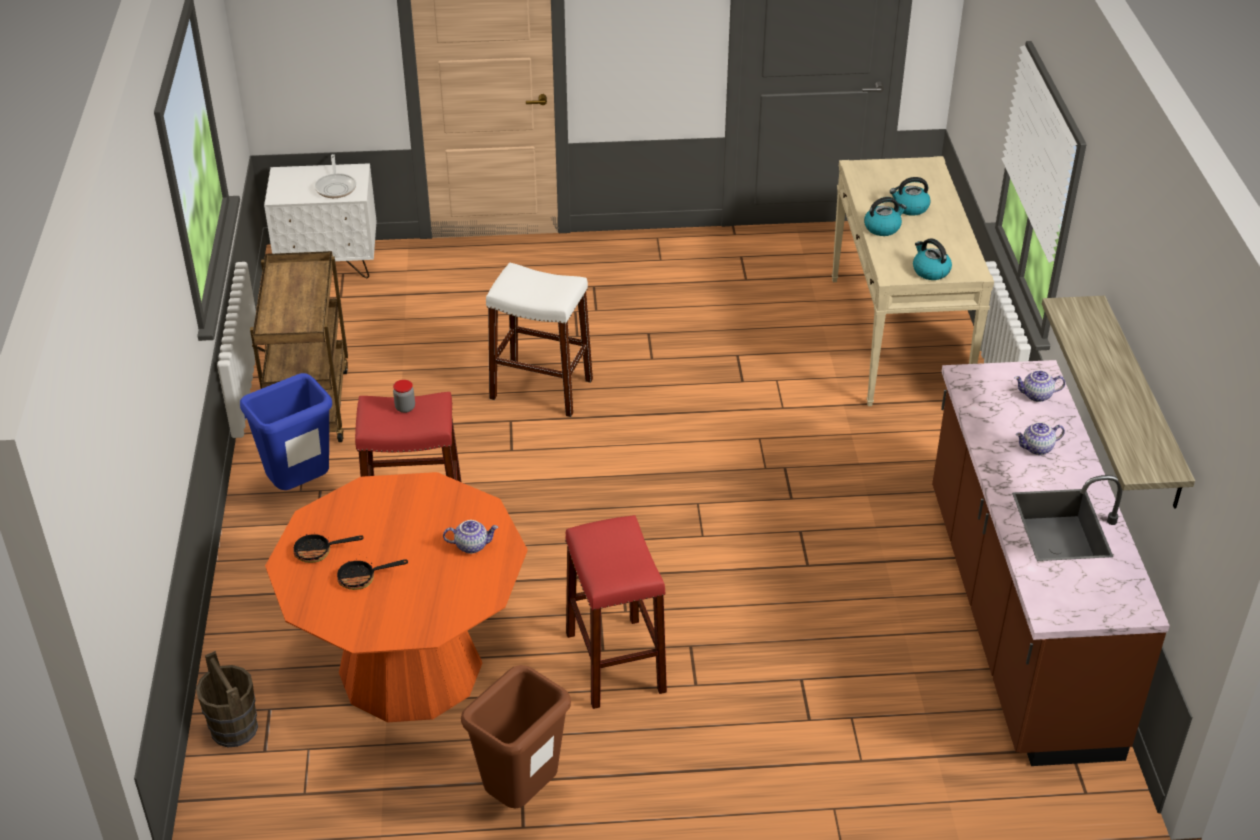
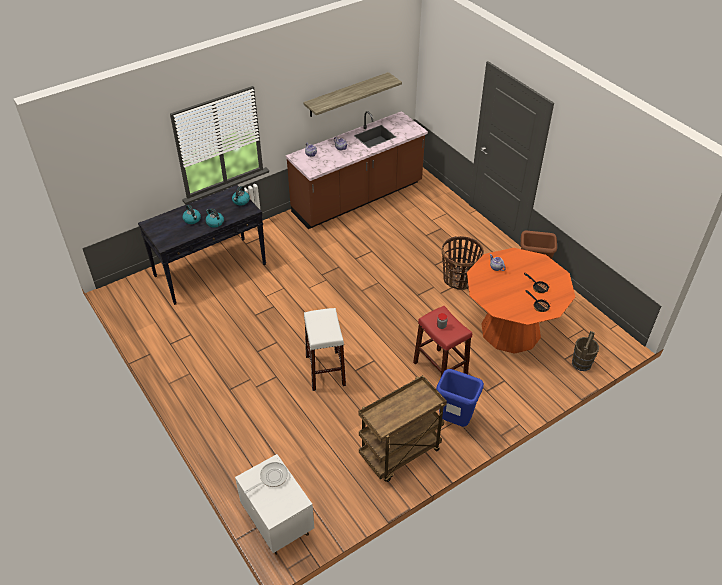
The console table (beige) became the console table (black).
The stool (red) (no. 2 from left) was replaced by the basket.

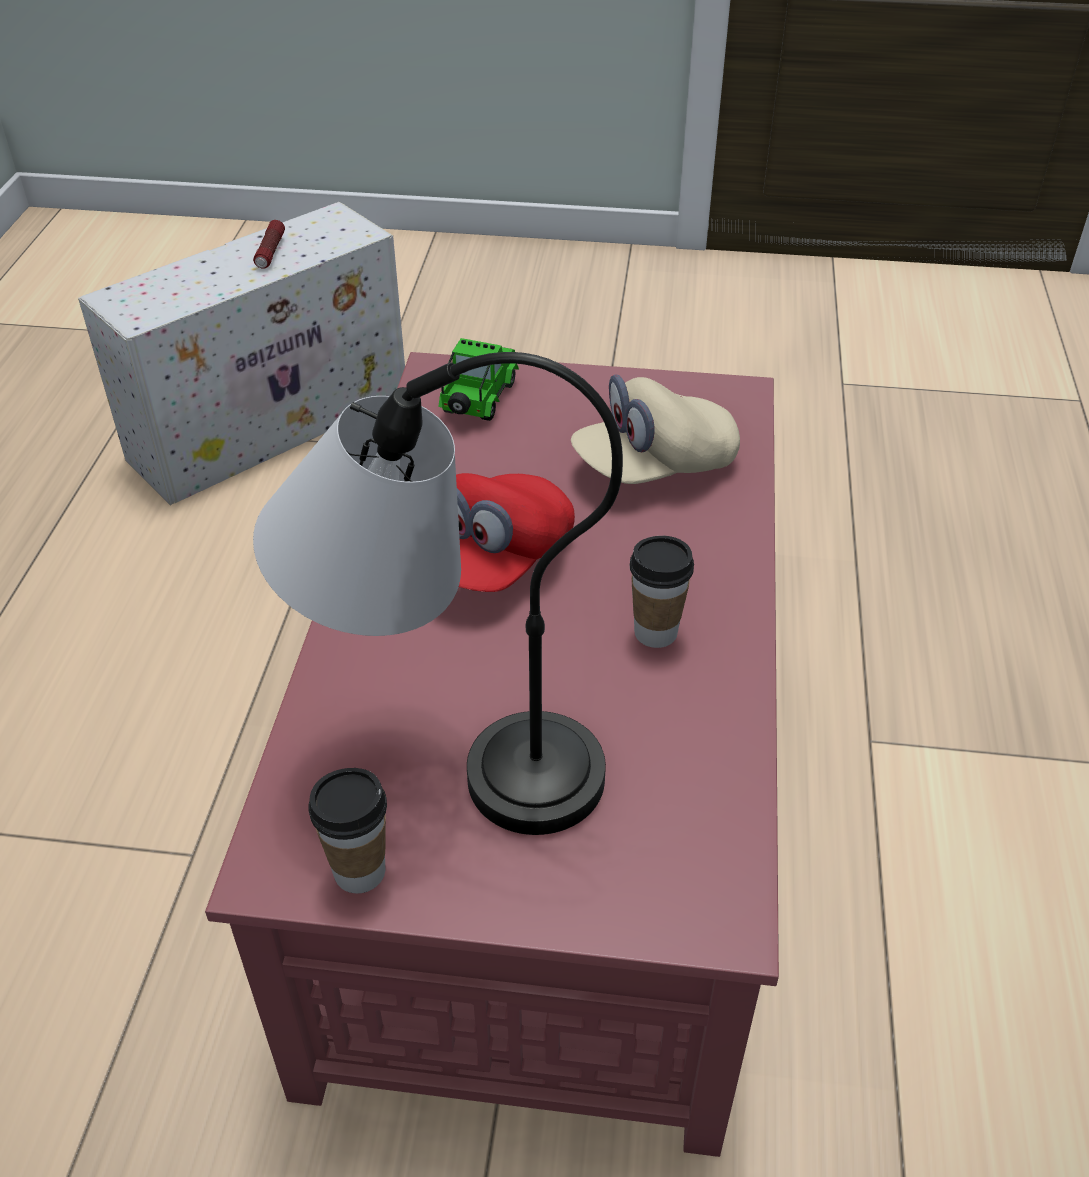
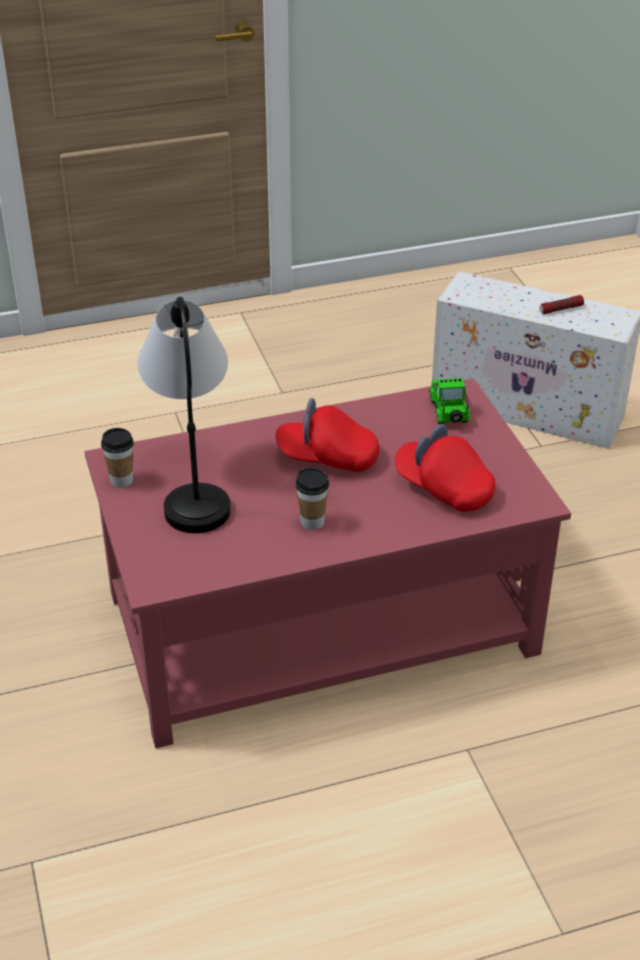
The cap (beige) became the cap (red) (no. 2 from left).
The toy car turned 90 degrees counterclockwise.

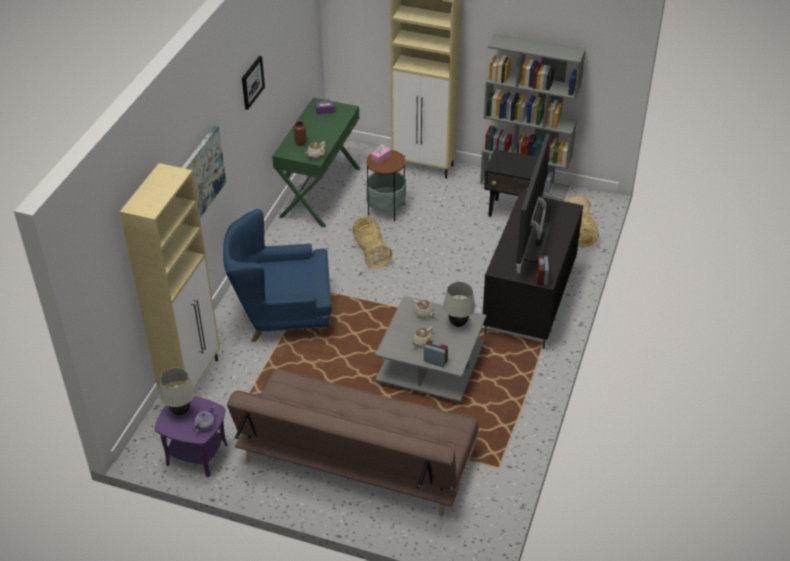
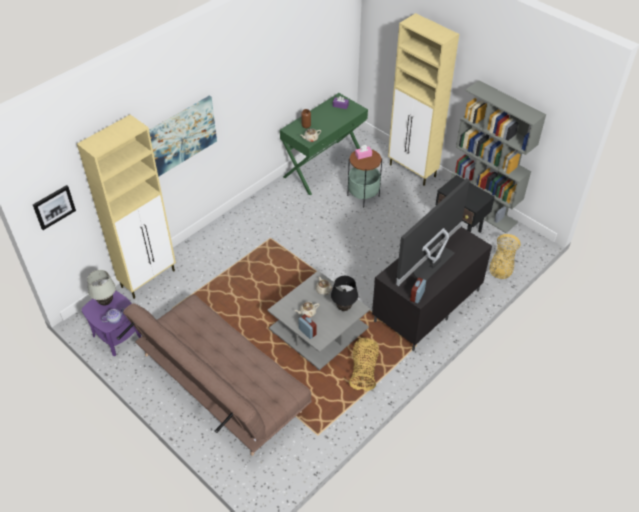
The picture (no. 2 from left in the first image) moved.
The table lamp (white) (no. 2 from left) became the table lamp (black).
The basket (no. 1 from left) moved.
The armchair (blue) disappeared.

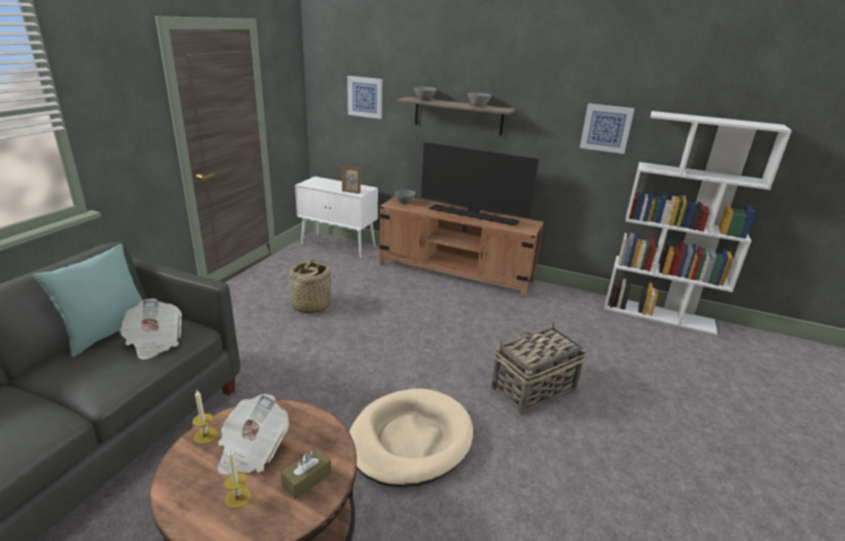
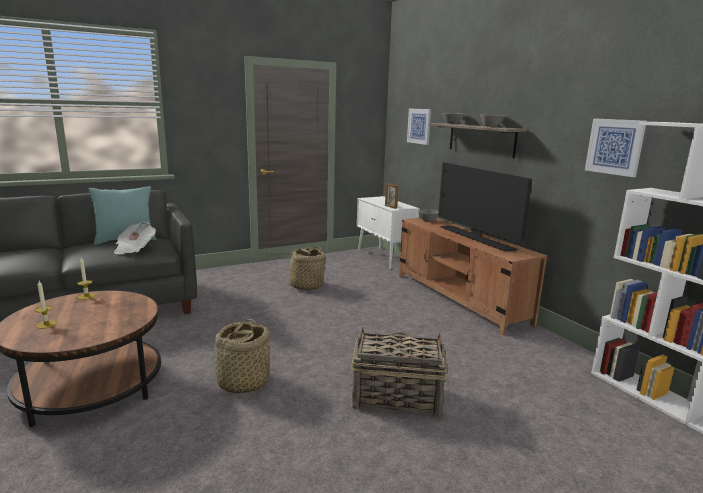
The dog bed (beige) was replaced by the basket (no. 1 from left).
The newspaper (no. 2 from left) disappeared.
The tissue box (brown) disappeared.

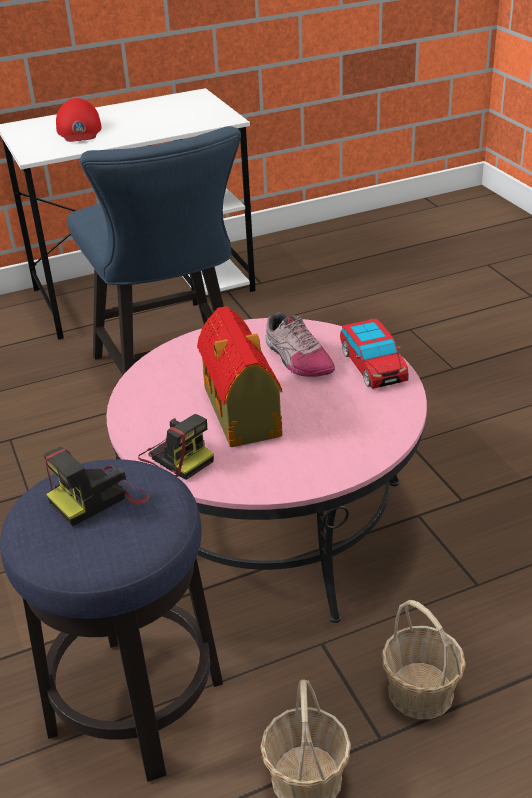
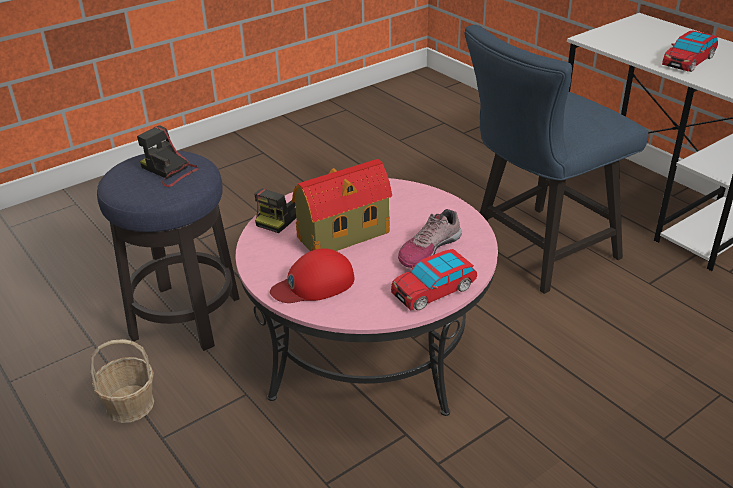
The cap (red) moved.
The toy car (no. 2 from left) appeared.
The basket (no. 2 from left) disappeared.

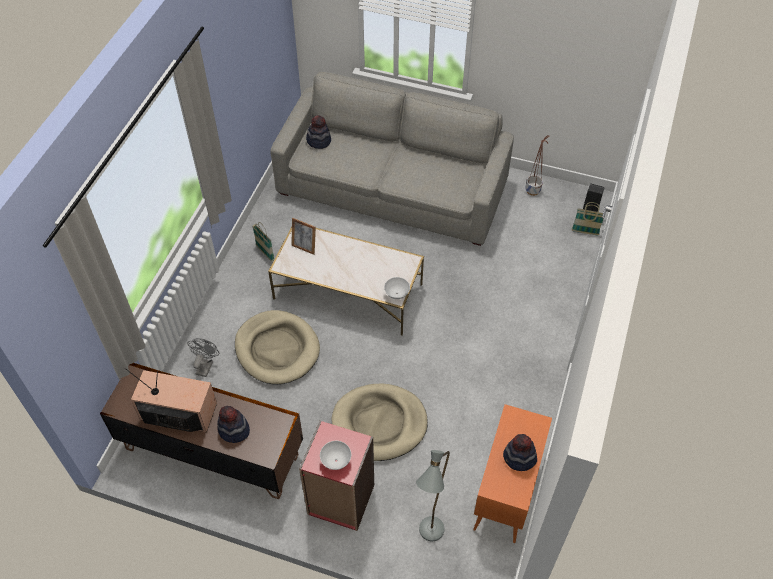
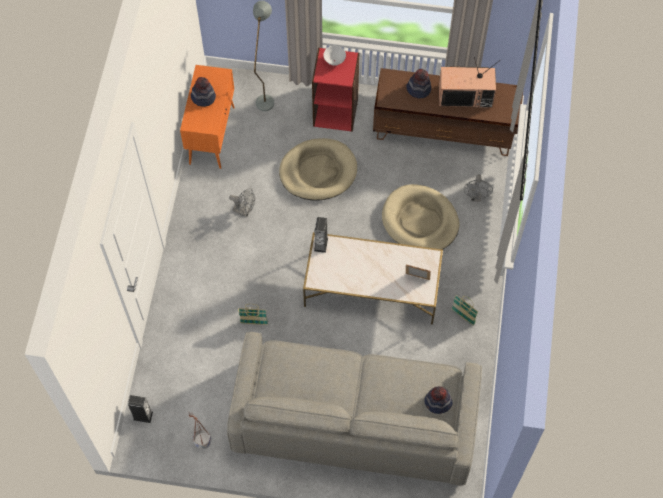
The fan (grey) (no. 1 from left) appeared.
The basket (no. 2 from left in the first image) moved.
The bowl (white) (no. 2 from left) was replaced by the speaker (no. 2 from left).

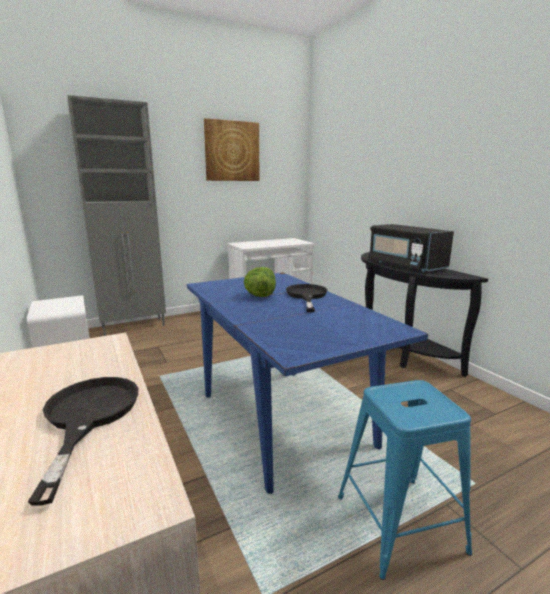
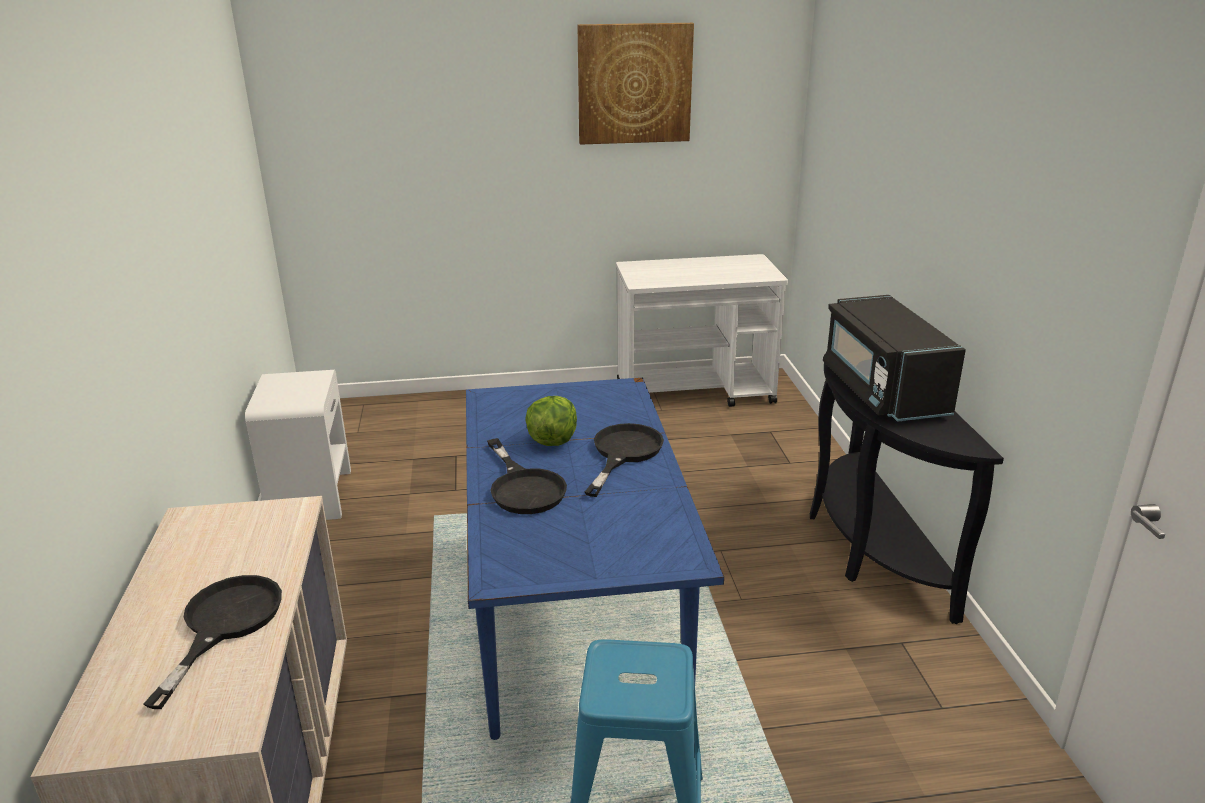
The frying pan (black) (no. 2 from left) appeared.
The cabinet (grey) disappeared.

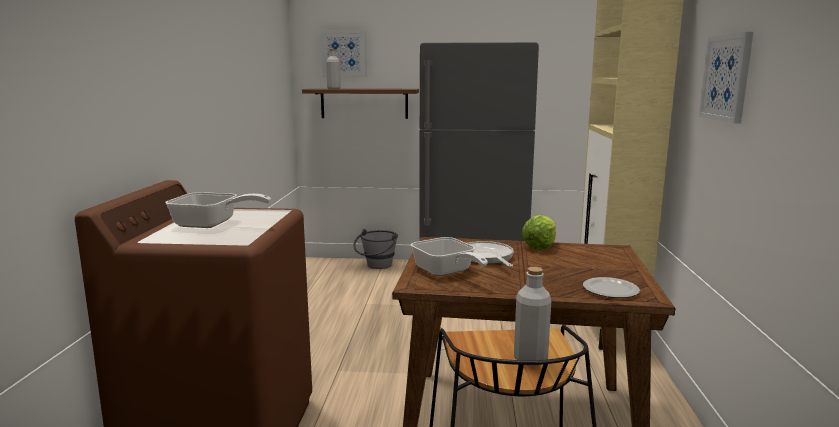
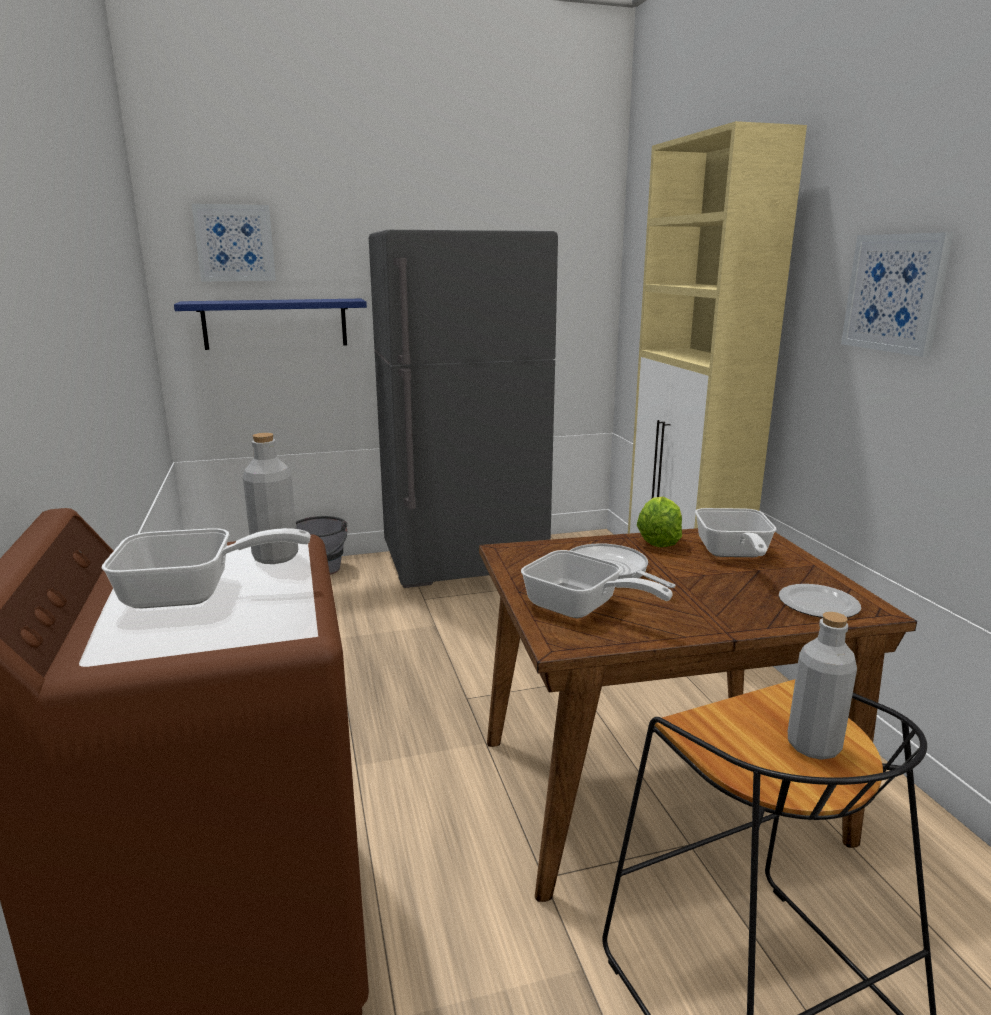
The shelf (brown) became the shelf (blue).
The bottle (grey) (no. 1 from left) moved.
The frying pan (no. 4 from left) appeared.

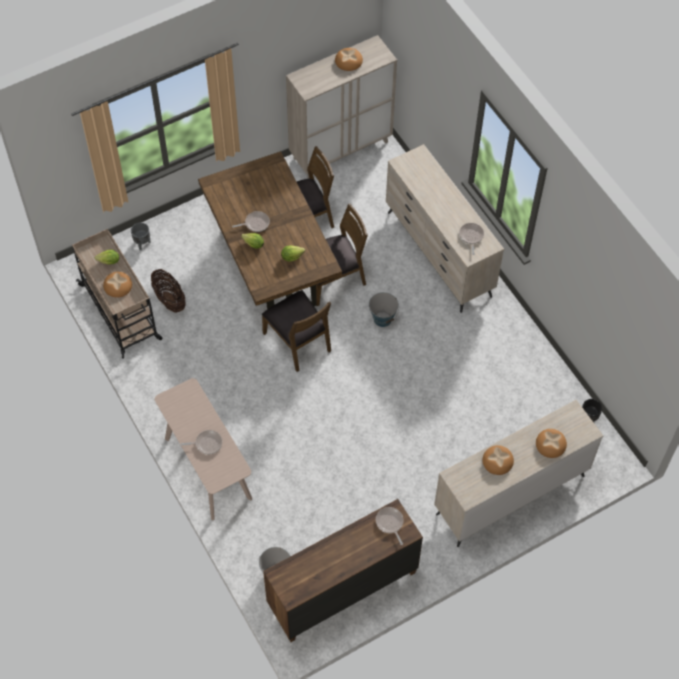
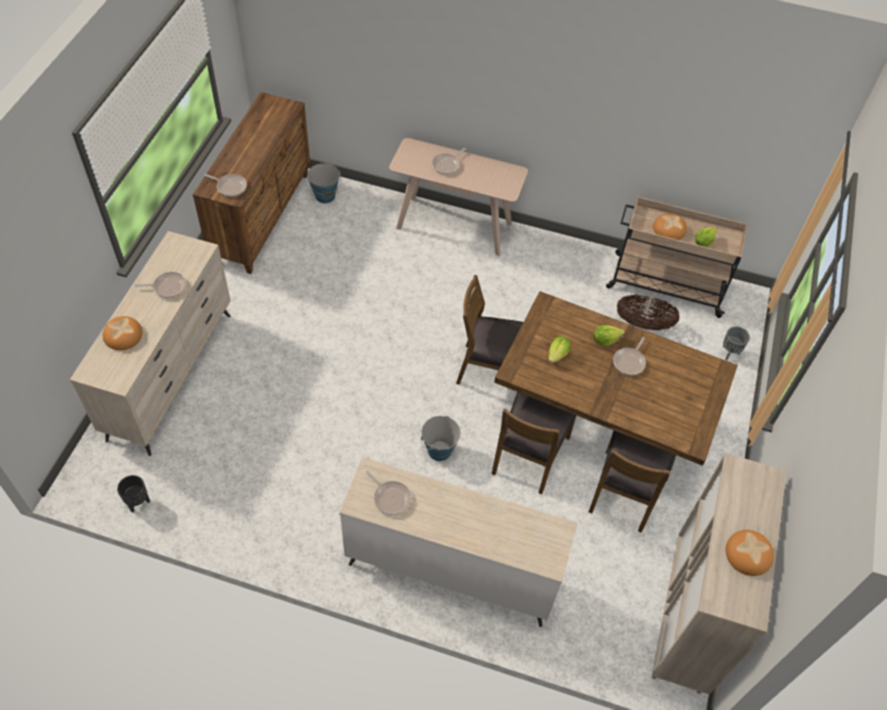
The bread (no. 3 from left) was replaced by the frying pan (no. 1 from left).

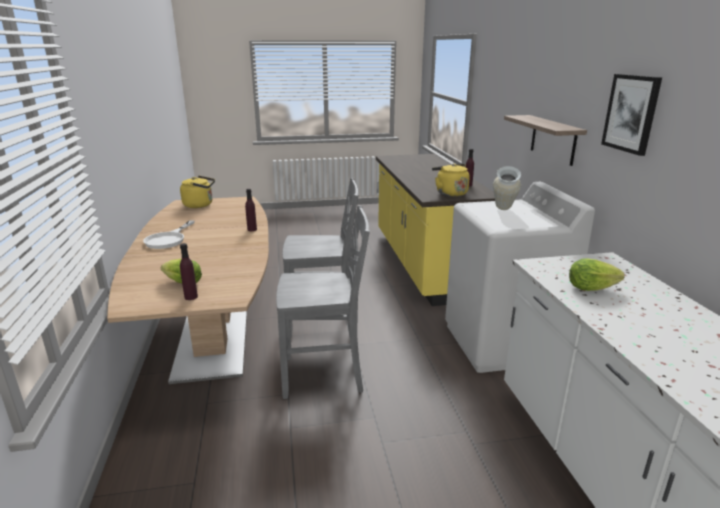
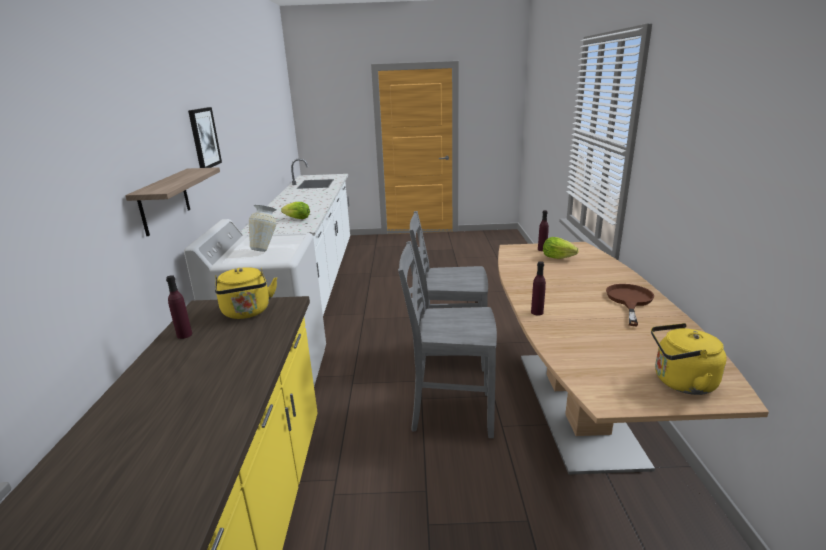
The frying pan (white) became the frying pan (brown).

